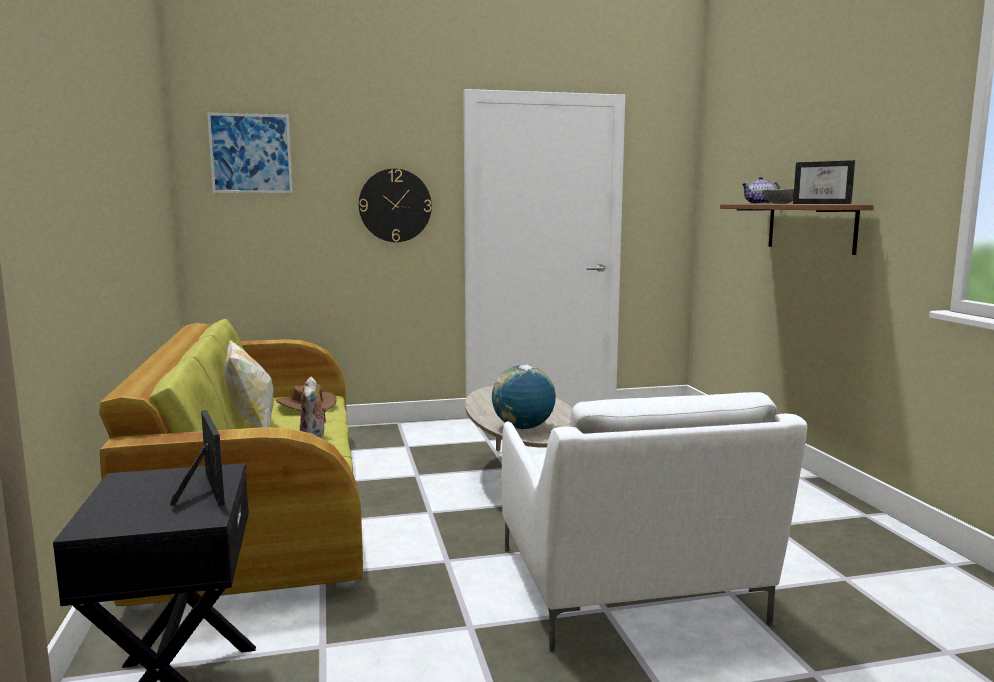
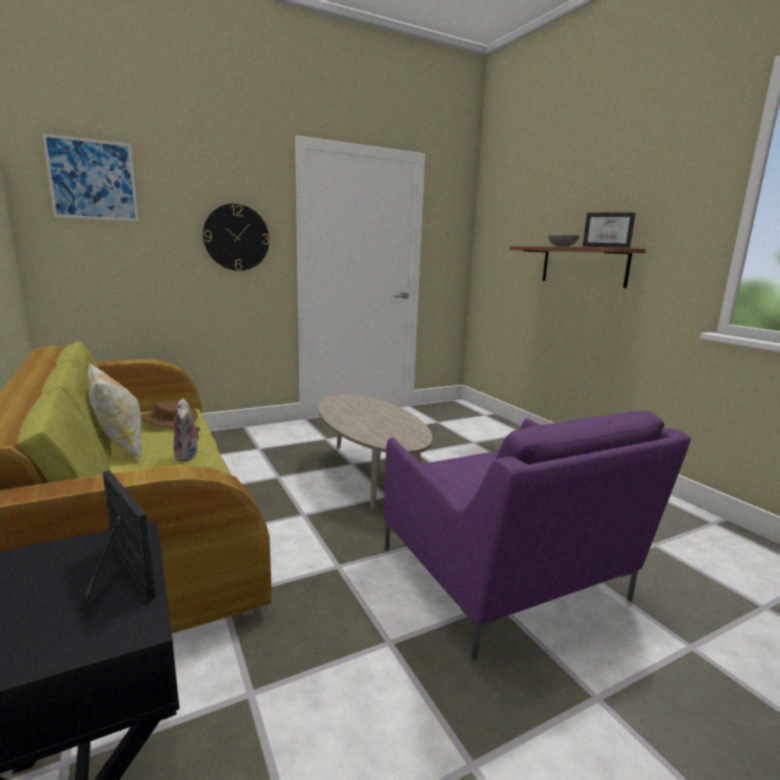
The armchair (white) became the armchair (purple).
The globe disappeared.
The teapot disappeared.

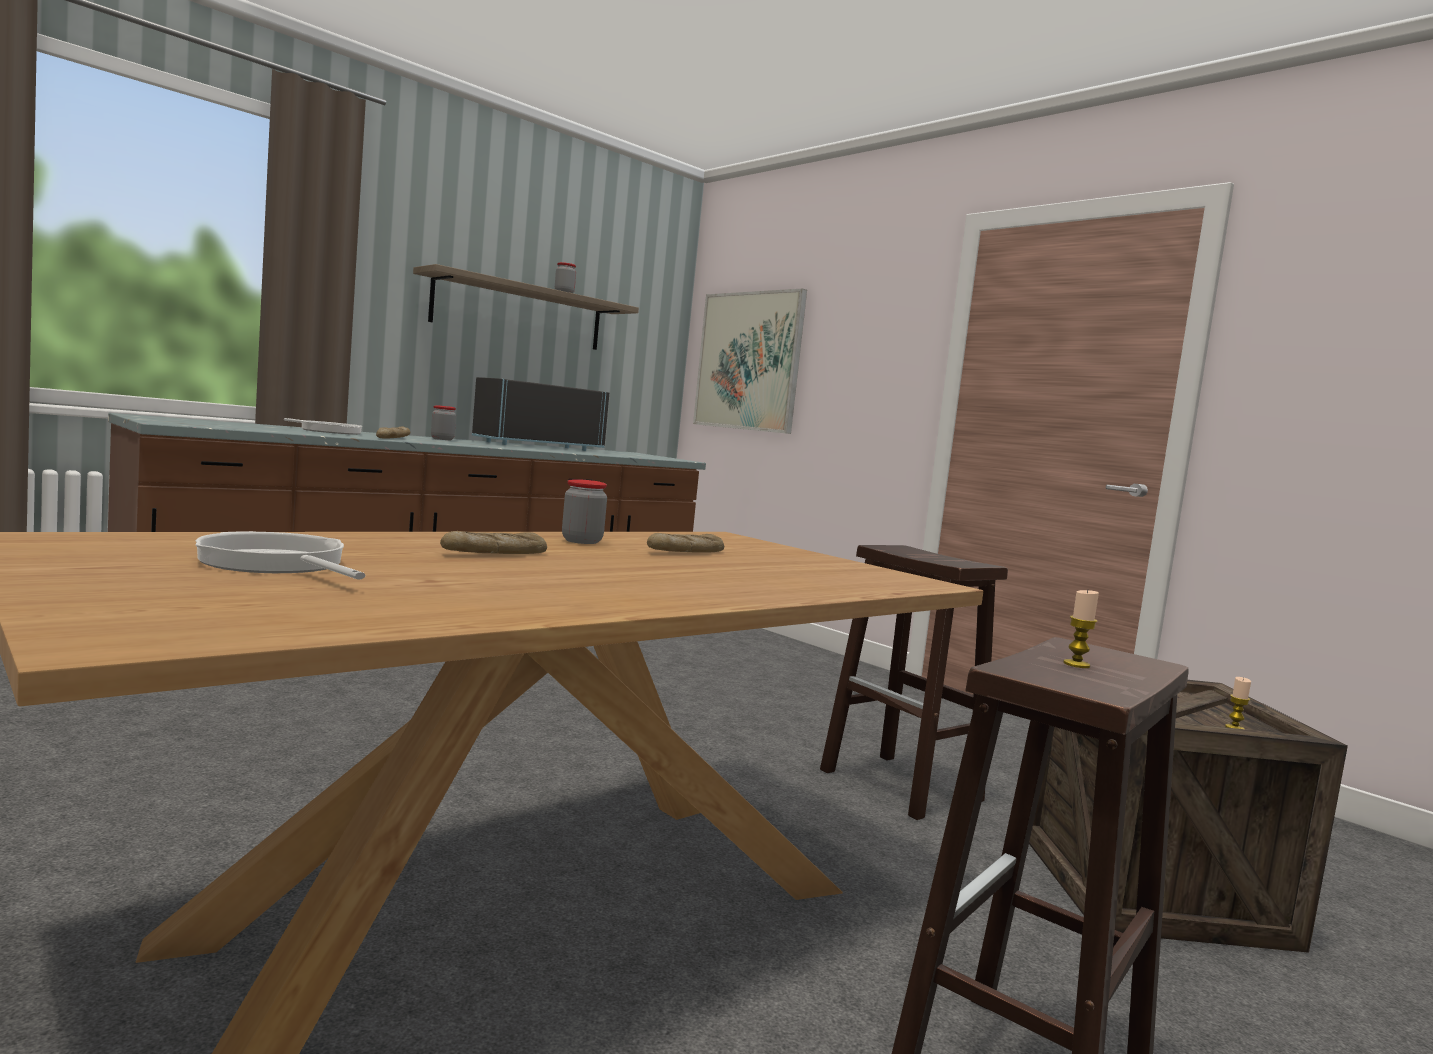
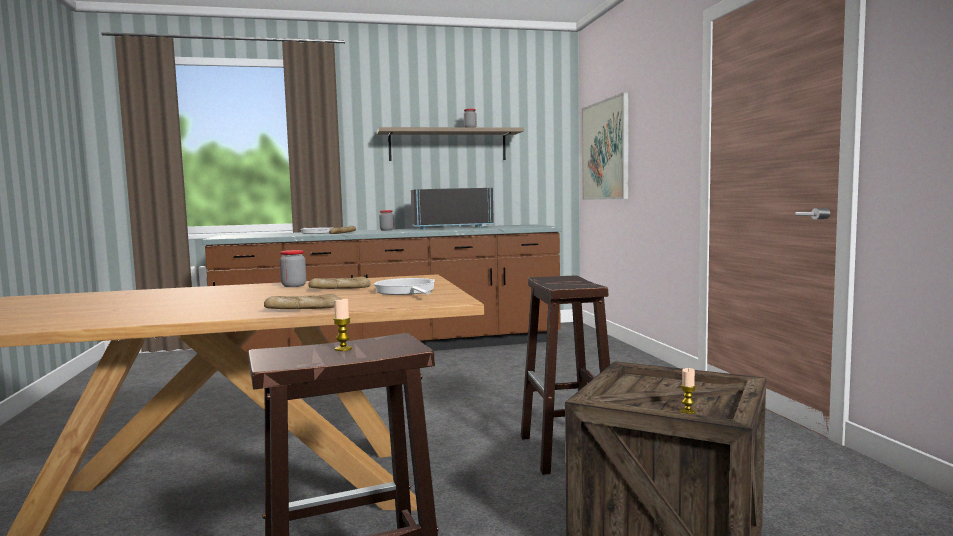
The bread (no. 2 from left in the first image) moved.
The frying pan (no. 1 from left in the first image) moved.

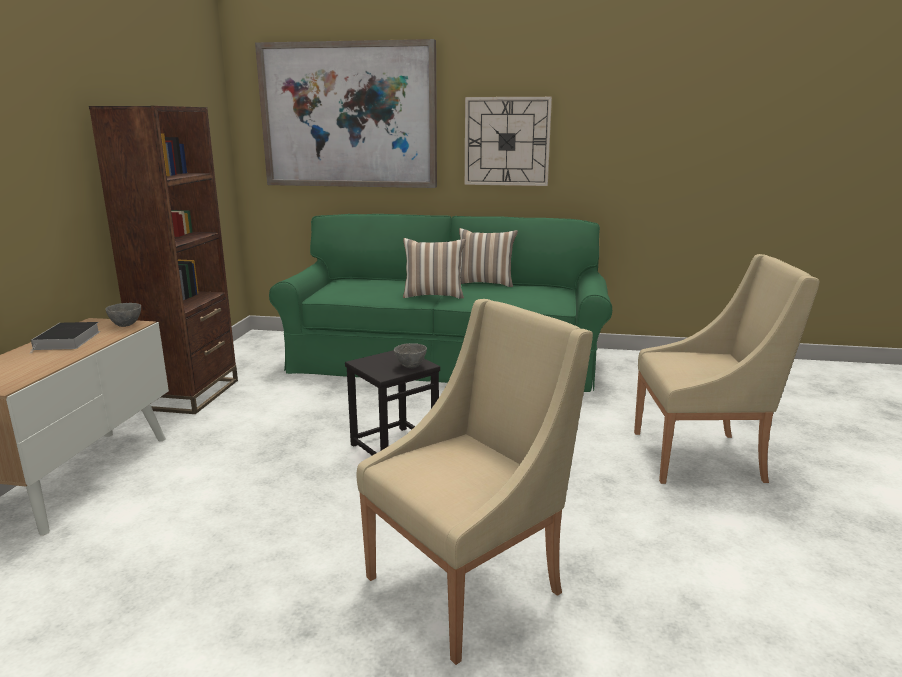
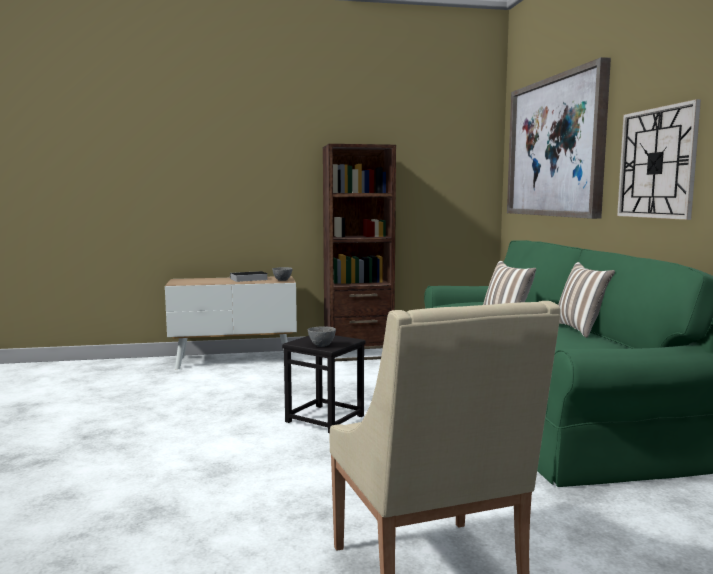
The armchair (beige) (no. 1 from left) disappeared.

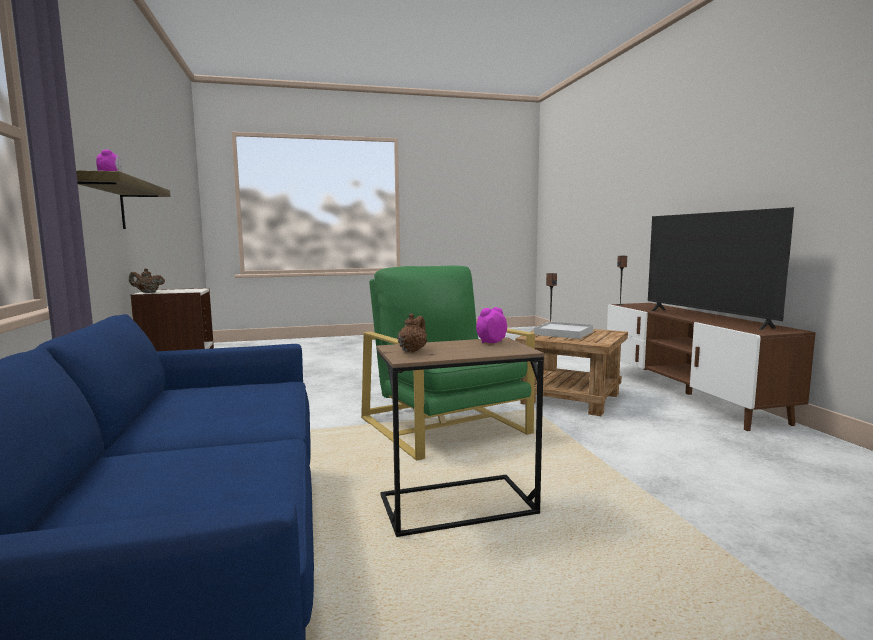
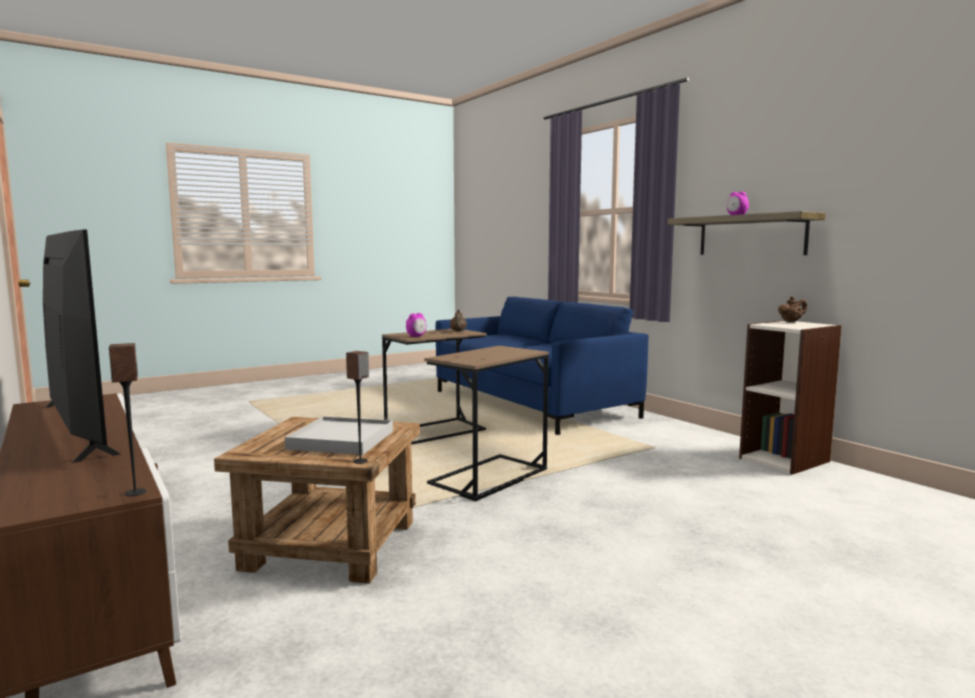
The armchair (green) was replaced by the side table (brown) (no. 3 from left).

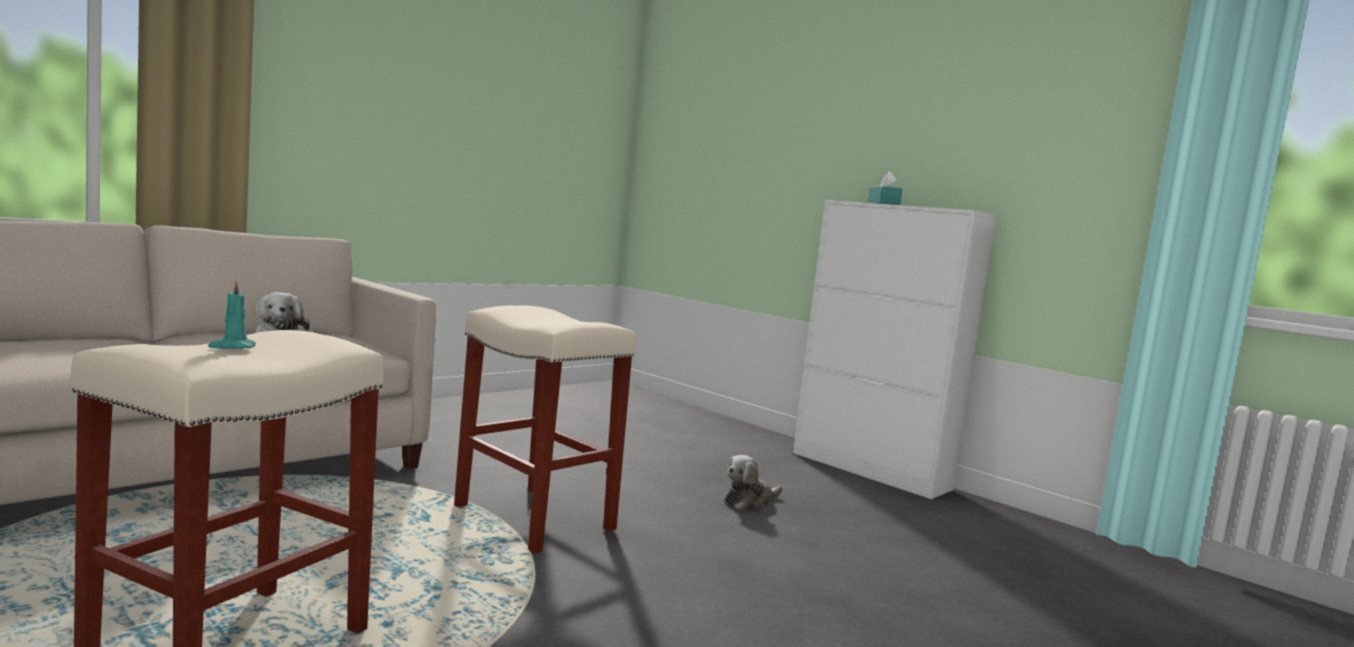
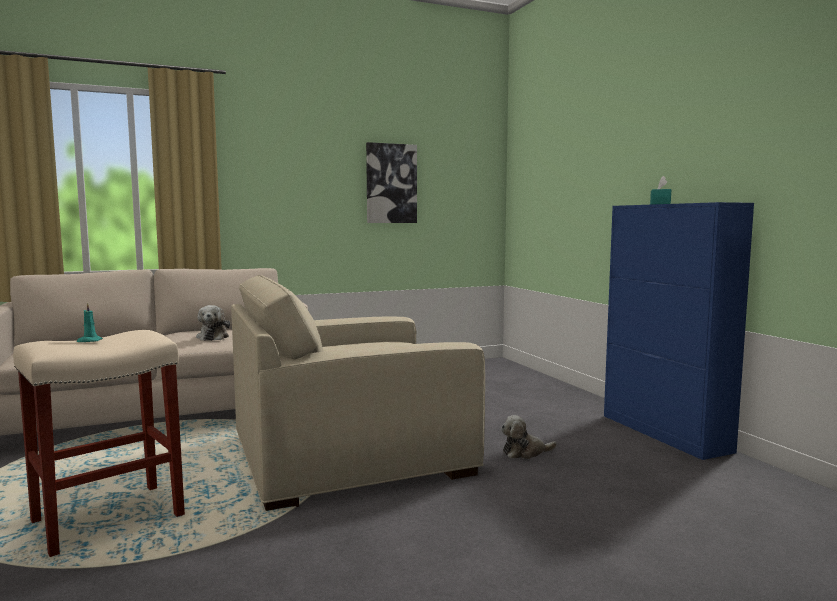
The stool (beige) (no. 2 from left) was replaced by the armchair (beige).
The picture appeared.
The cabinet (white) became the cabinet (blue).

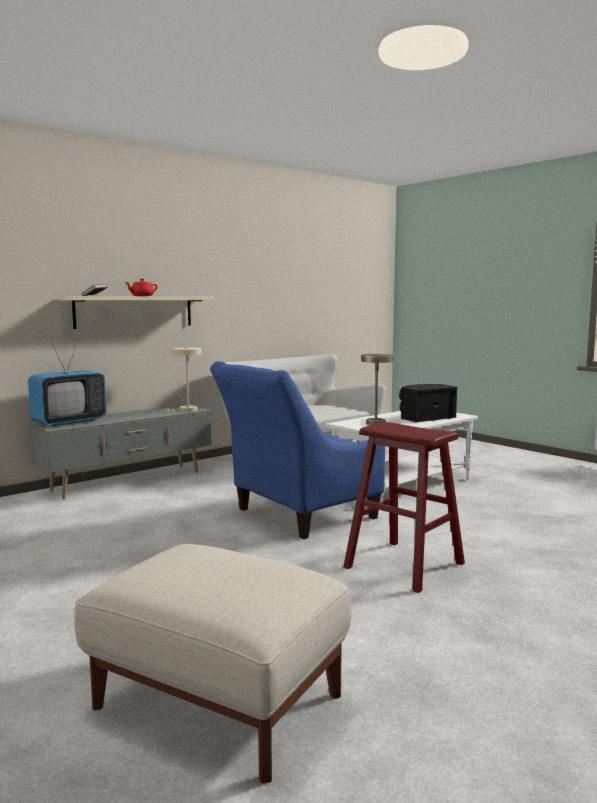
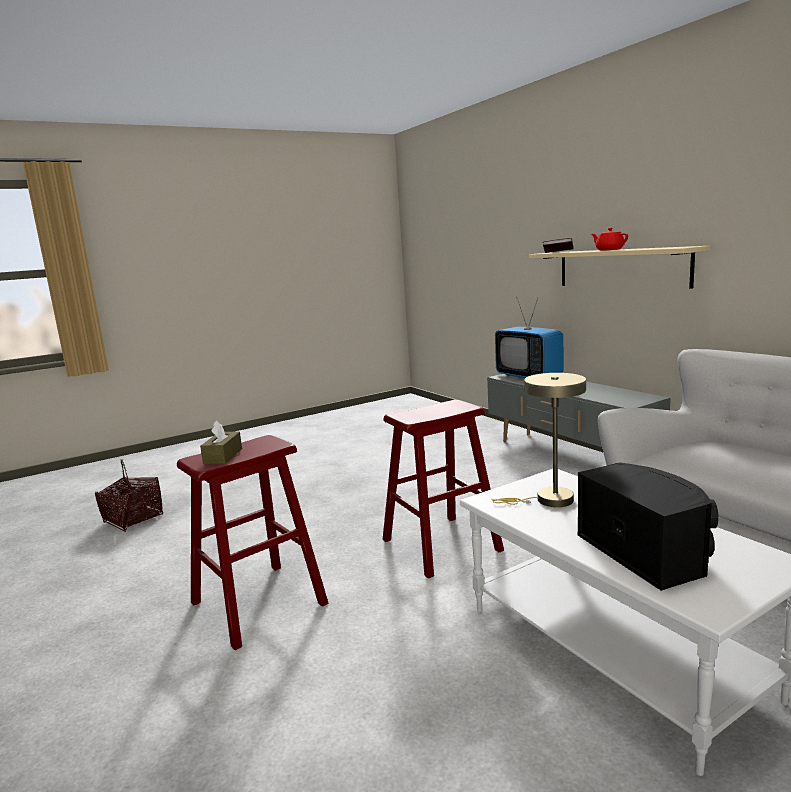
The ottoman (beige) was replaced by the basket.
The tissue box (brown) appeared.
The armchair (blue) was replaced by the stool (red) (no. 2 from left).
The table lamp (beige) (no. 1 from left) disappeared.

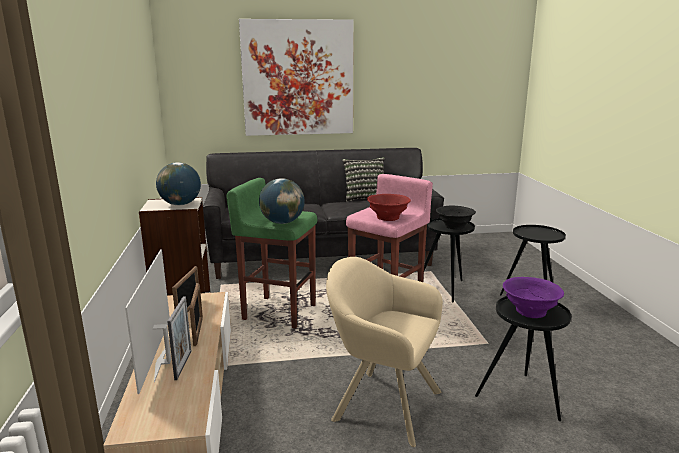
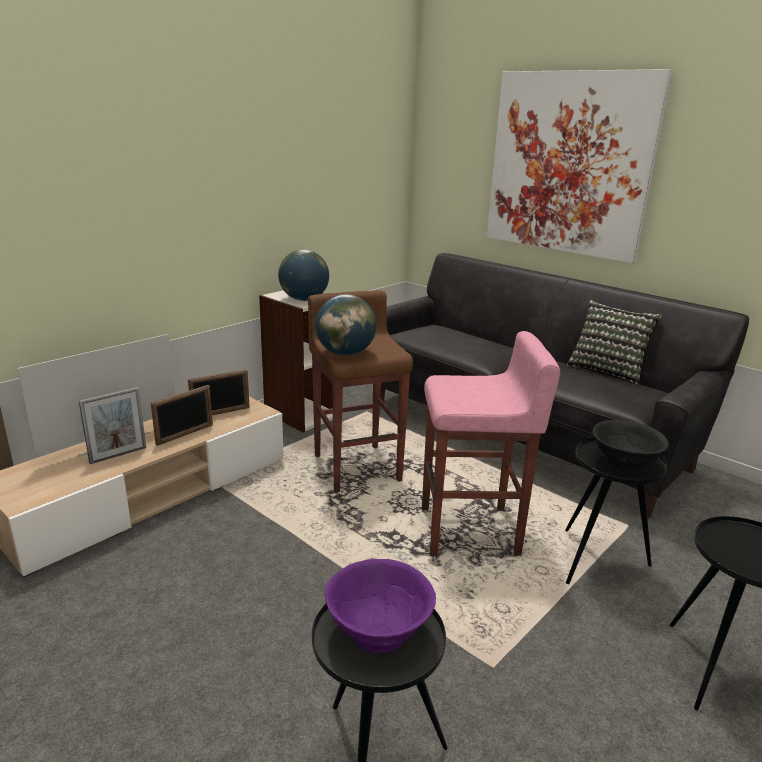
The stool (green) became the stool (brown).
The armchair (beige) disappeared.
The bowl (red) disappeared.

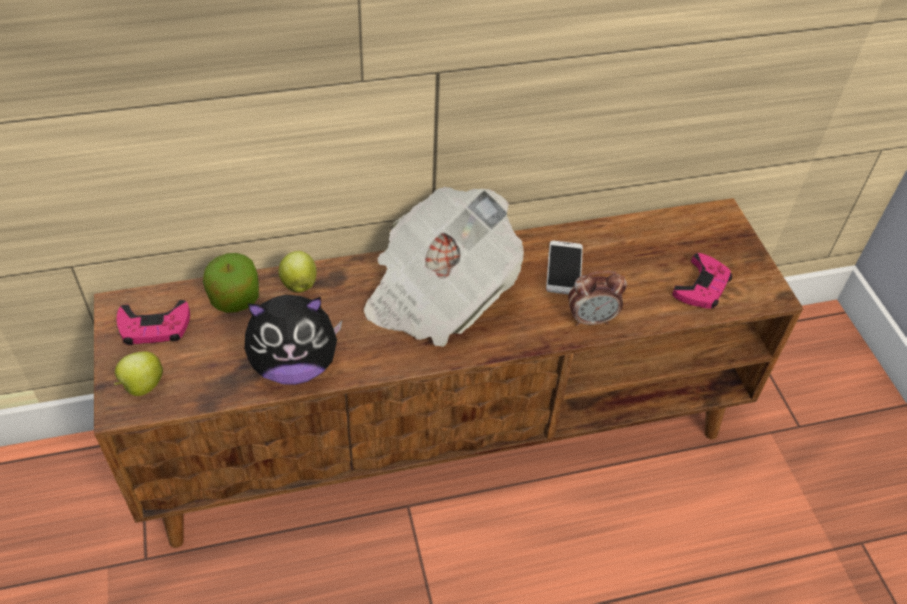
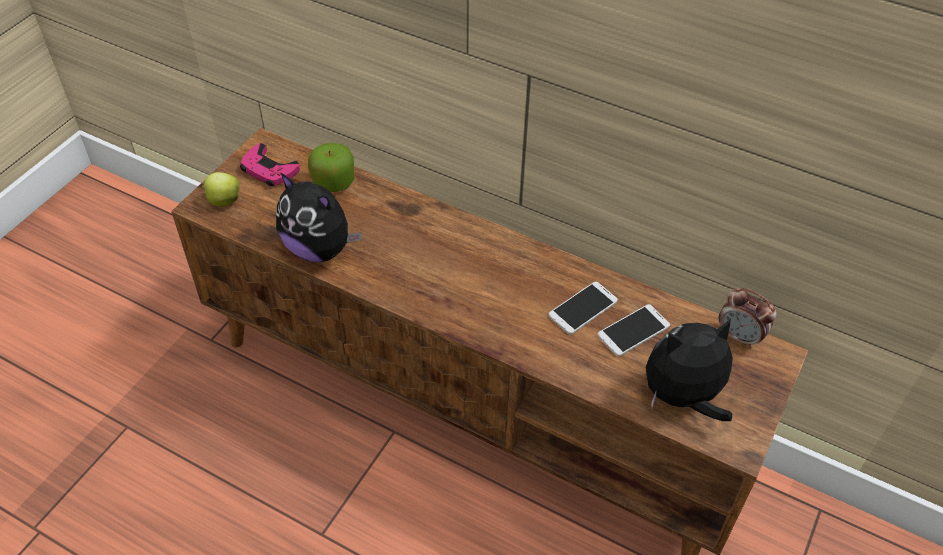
The phone (no. 2 from left) appeared.
The game controller (pink) (no. 2 from left) was replaced by the plush toy (no. 2 from left).
The alarm clock moved.
The apple (no. 3 from left) disappeared.
The newspaper disappeared.

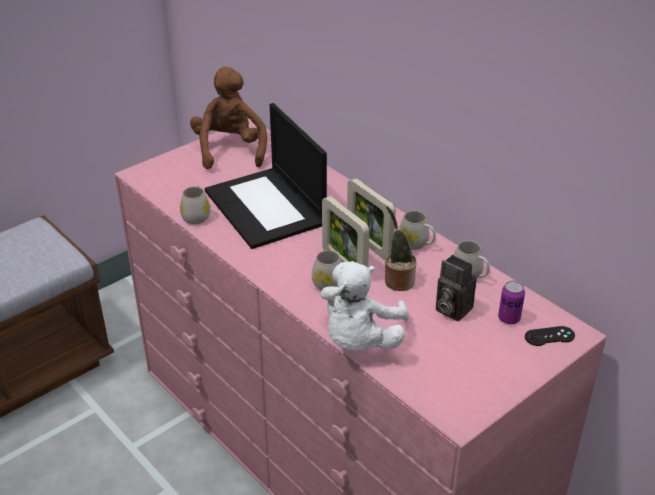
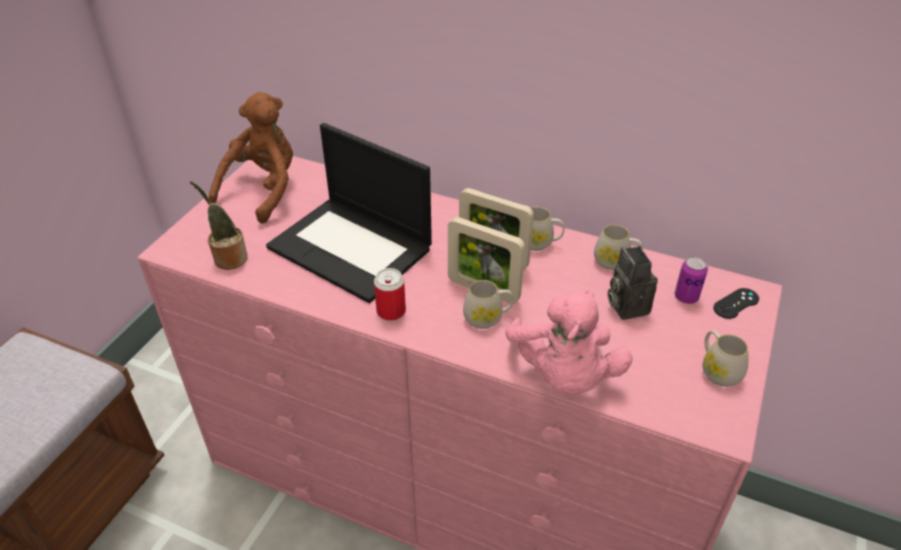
The potted plant moved.
The plush toy (brown) turned 60 degrees clockwise.
The can (no. 1 from left) appeared.
The plush toy (white) became the plush toy (pink).
The photo camera turned 60 degrees clockwise.
The mug (white) (no. 1 from left in the first image) moved.

